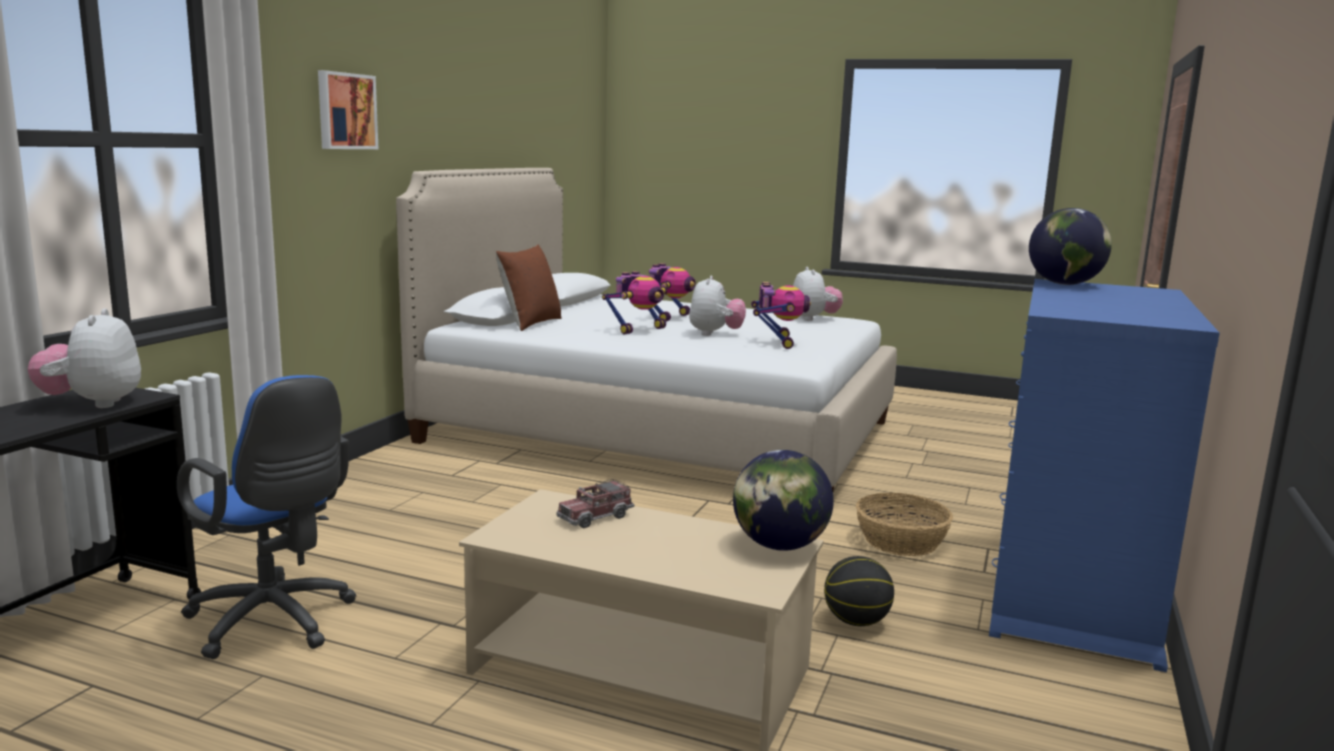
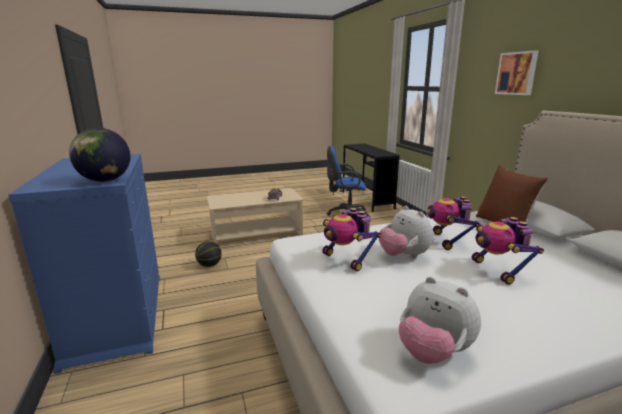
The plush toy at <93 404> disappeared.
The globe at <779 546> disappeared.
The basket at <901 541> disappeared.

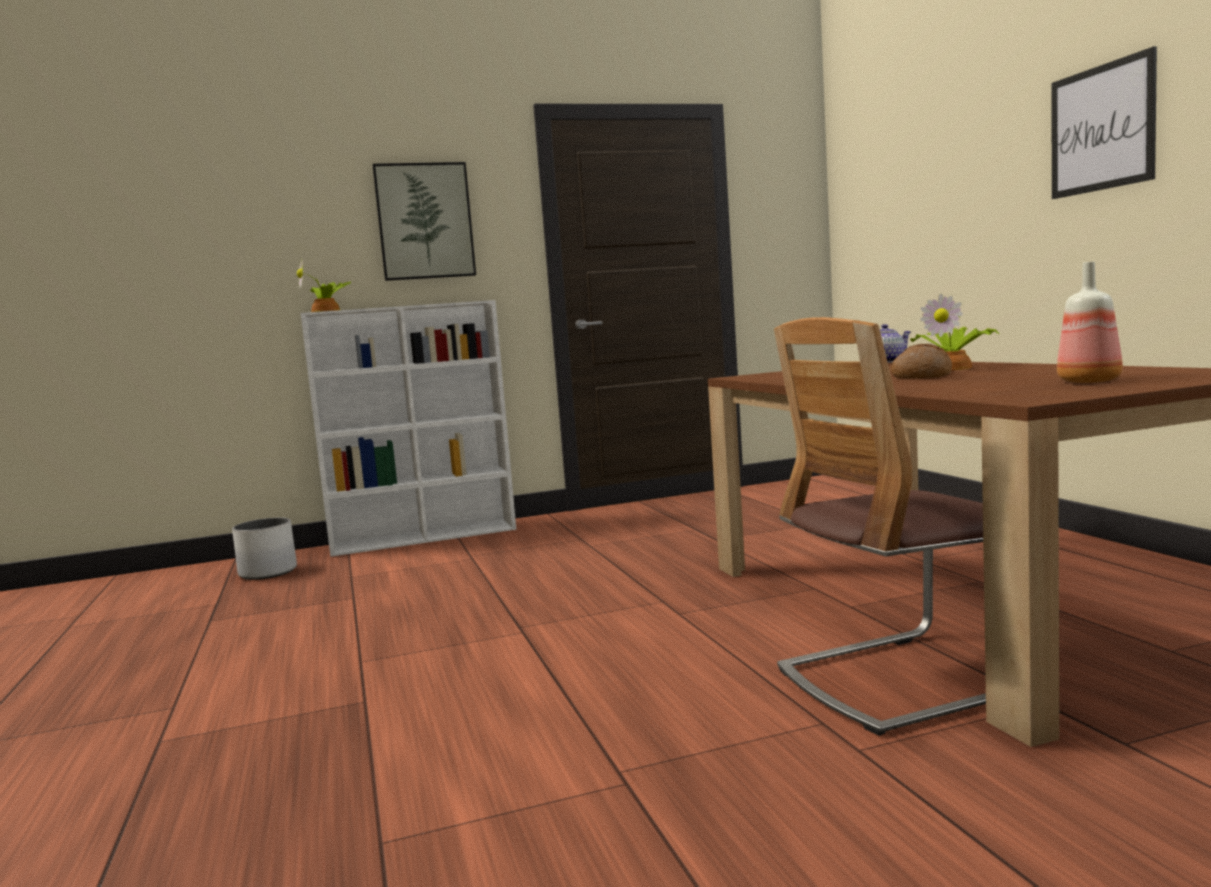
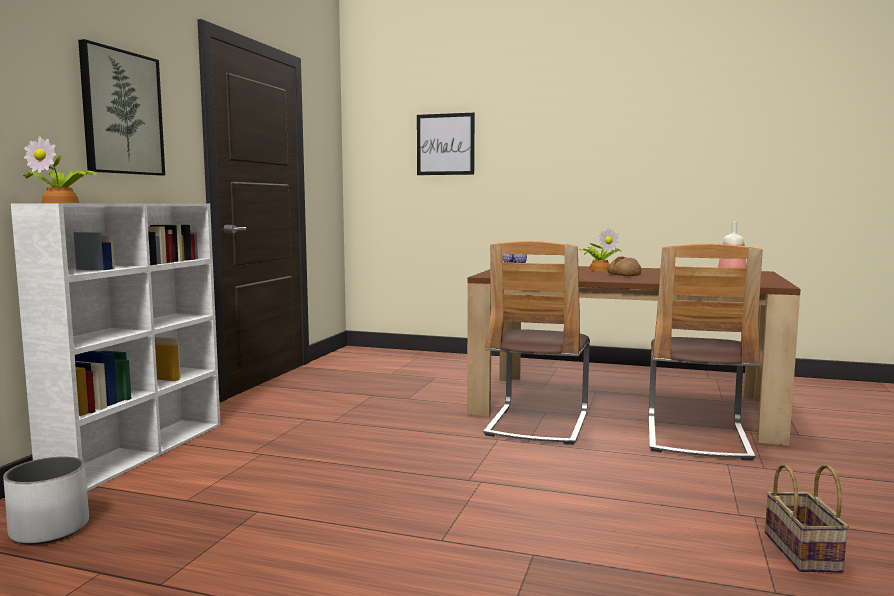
The chair at <537 424> appeared.
The basket at <804 553> appeared.
The picture moved from <1101 128> to <445 144>.

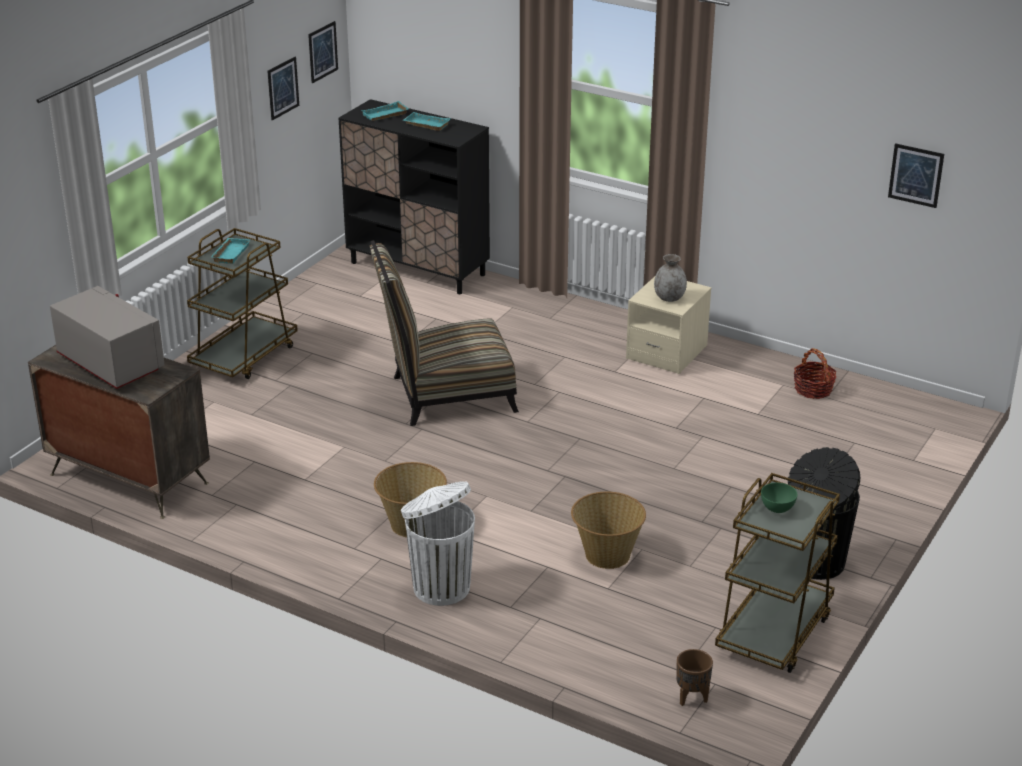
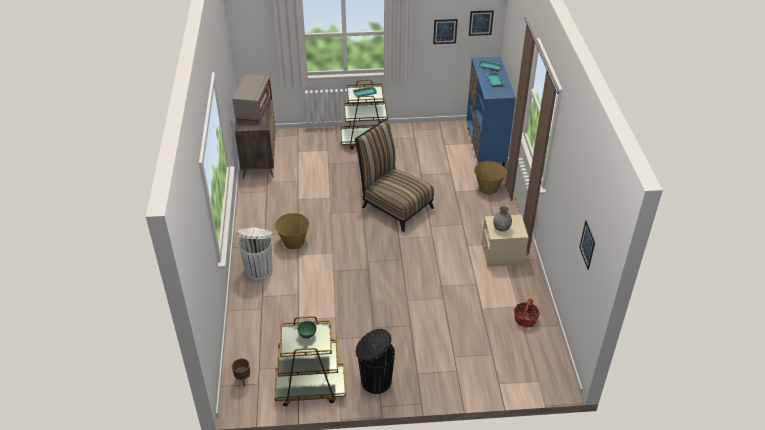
The basket moved from <606 555> to <488 188>.
The cabinet in black at <418 269> became the cabinet in blue at <485 148>.

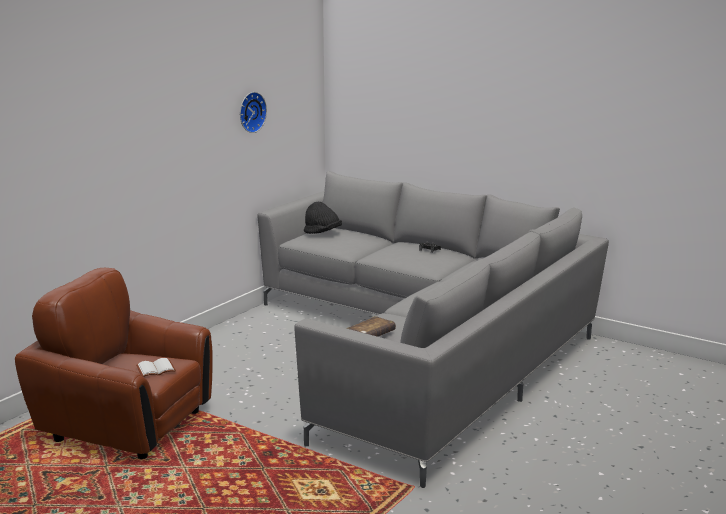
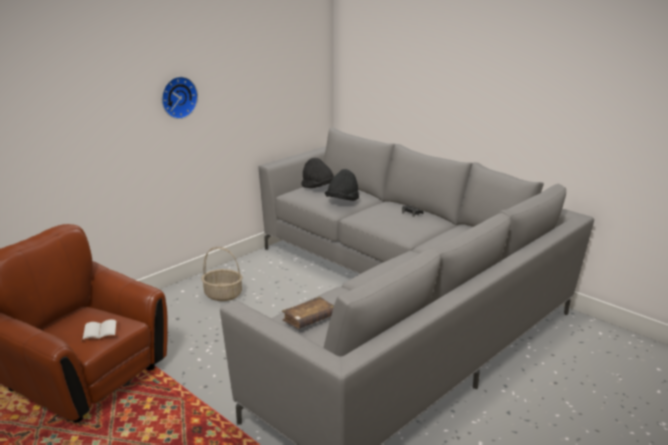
The basket at <223 295> appeared.
The hat in black at <342 201> appeared.
The wall clock moved from <250 112> to <178 97>.

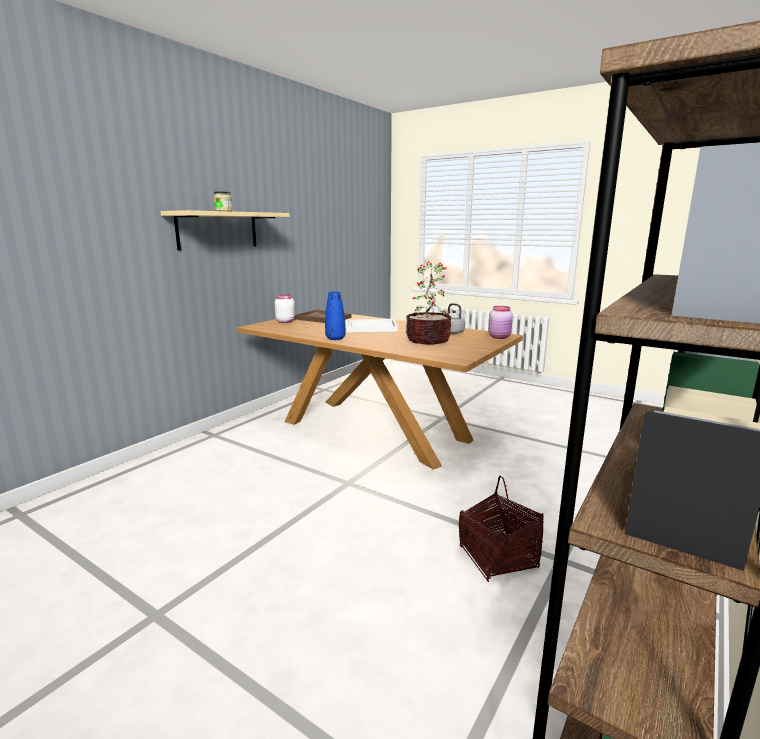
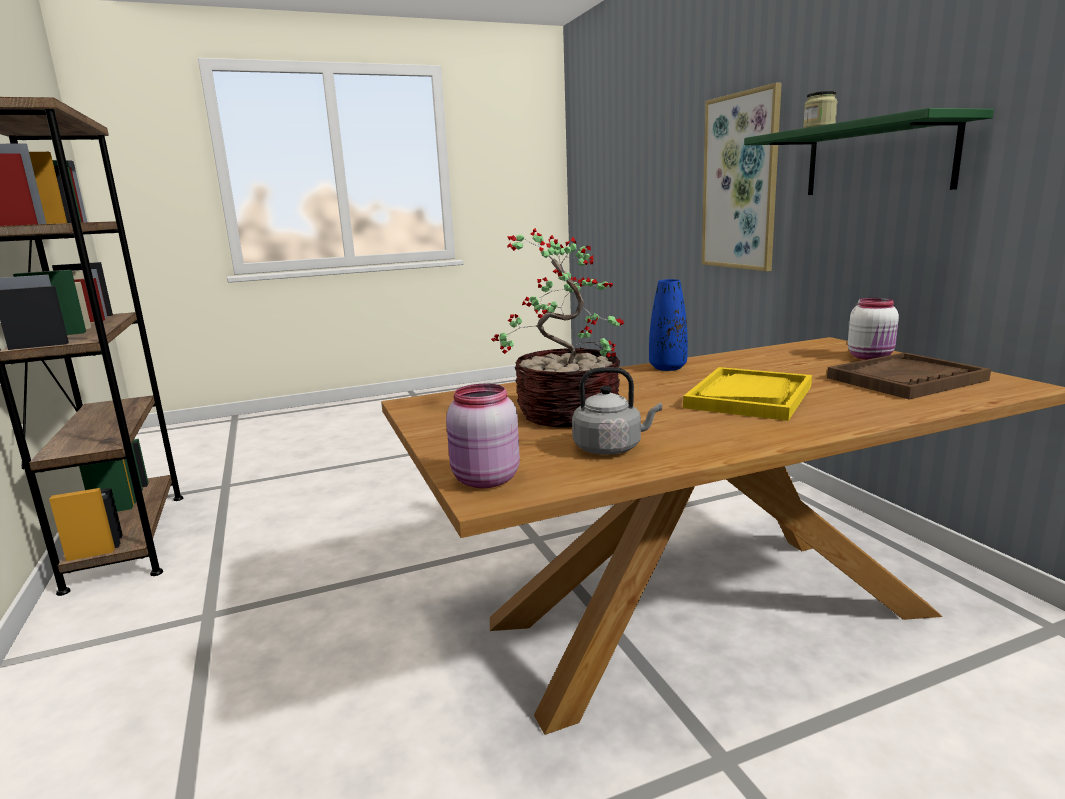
The basket at <498 557> disappeared.
The picture at <740 182> appeared.
The shelf in beige at <218 230> became the shelf in green at <877 159>.
The tray in white at <371 327> became the tray in yellow at <749 396>.

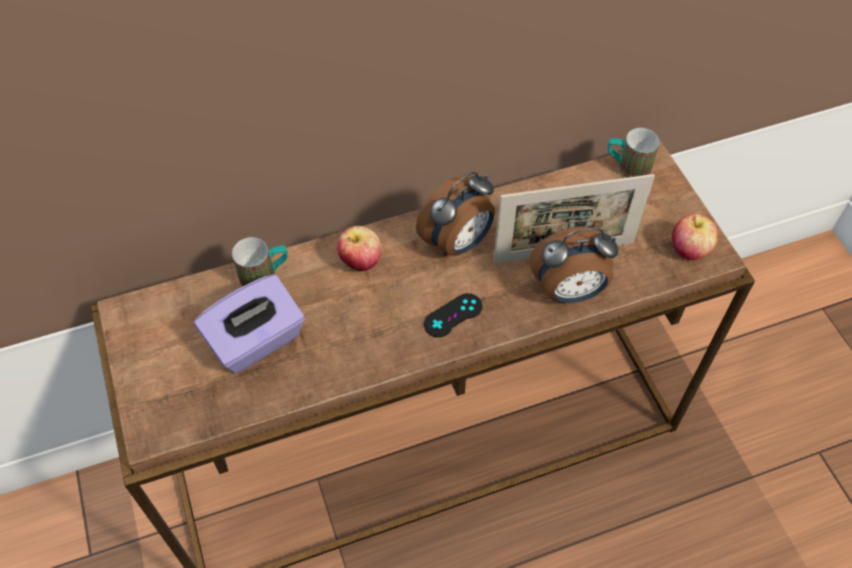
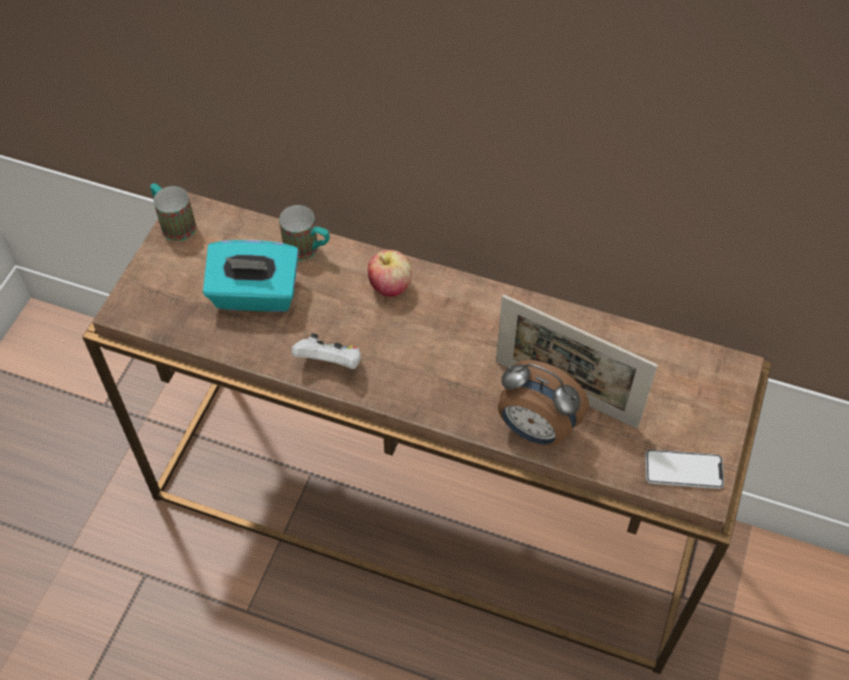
The alarm clock at <458 243> disappeared.
The game controller in black at <453 315> disappeared.
The game controller in white at <330 363> appeared.
The mug moved from <626 168> to <174 223>.
The apple at <689 250> was replaced by the phone at <683 470>.
The tissue box in purple at <257 341> became the tissue box in turquoise at <255 295>.

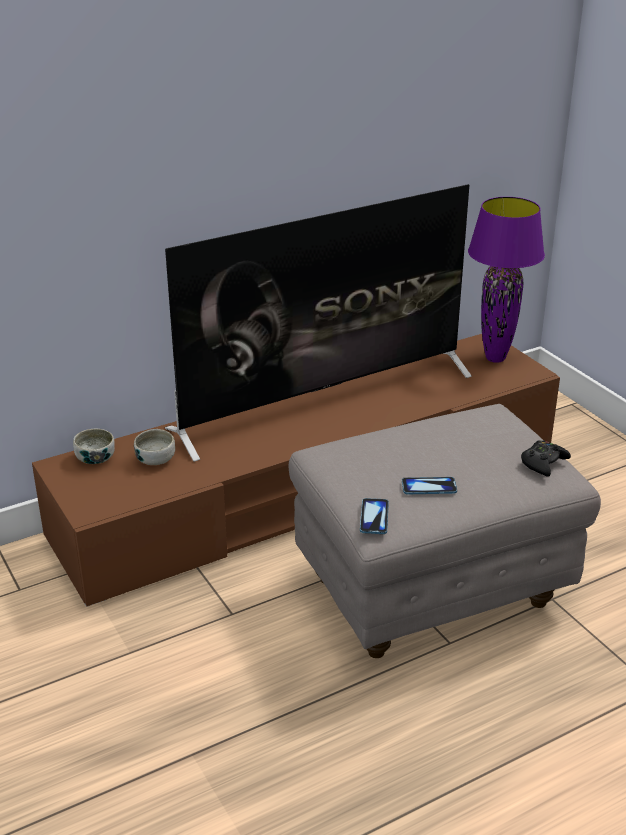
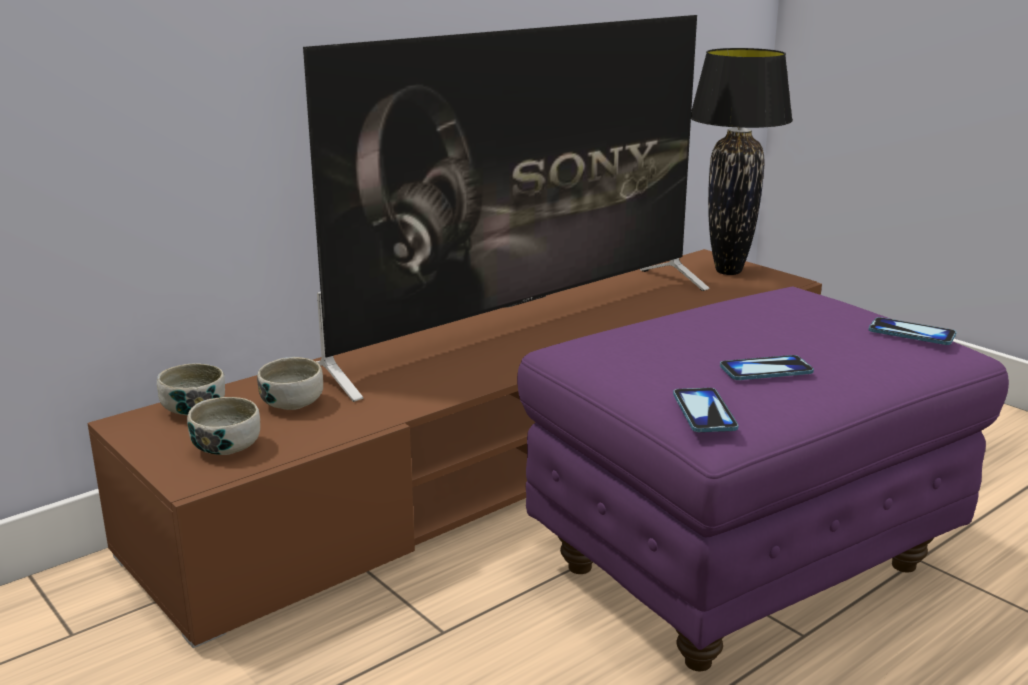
The bowl at <227 448> appeared.
The game controller in black at <543 463> was replaced by the phone at <911 333>.
The ottoman in grey at <432 591> became the ottoman in purple at <741 567>.
The table lamp in purple at <495 359> became the table lamp in black at <728 271>.

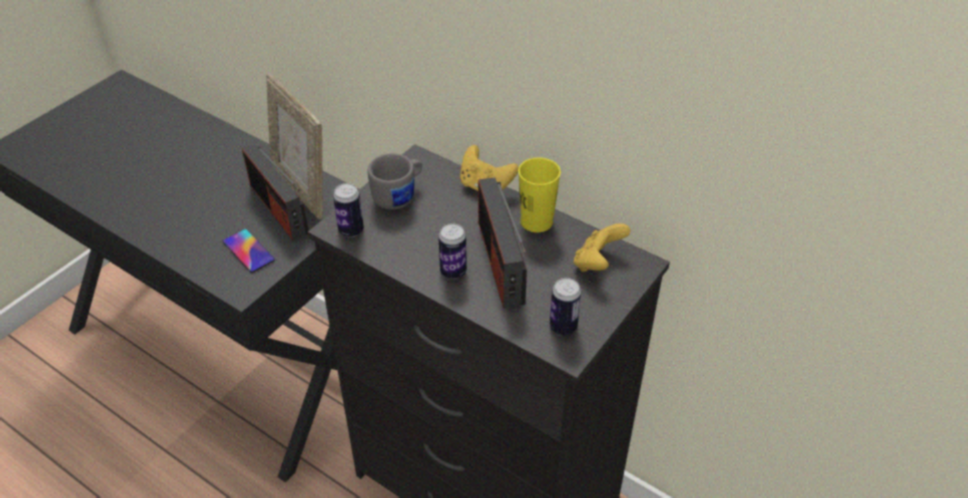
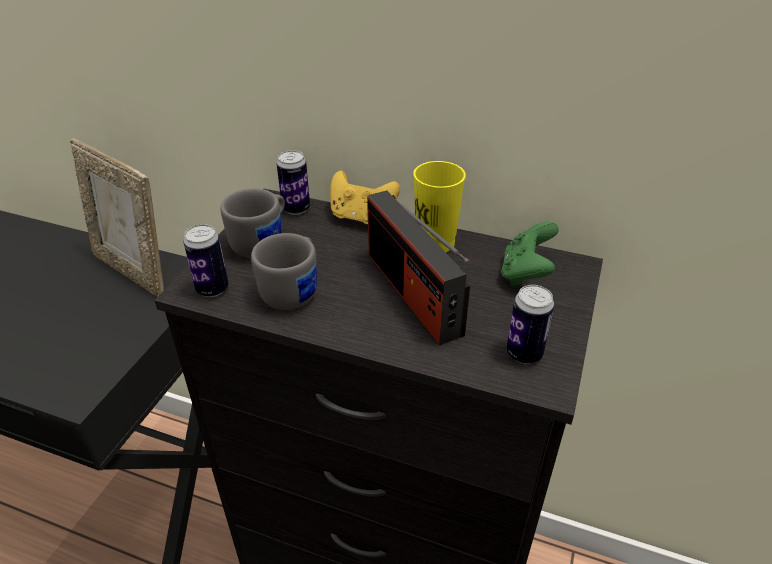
The phone at <248 251> disappeared.
The radio at <279 209> disappeared.
The mug in grey at <294 290> appeared.
The can moved from <453 272> to <296 209>.
The game controller in yellow at <597 263> became the game controller in green at <526 273>.

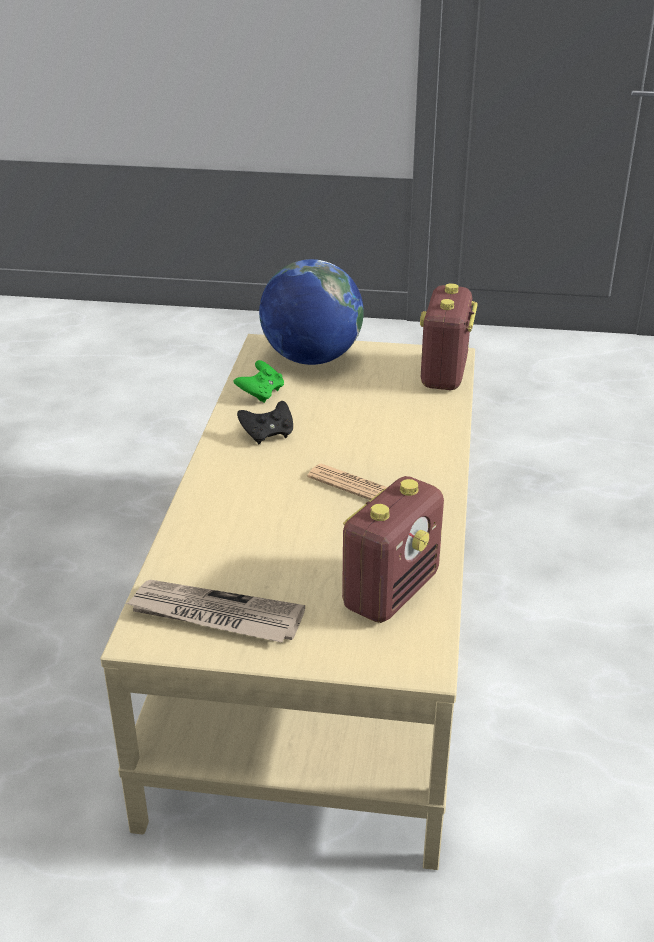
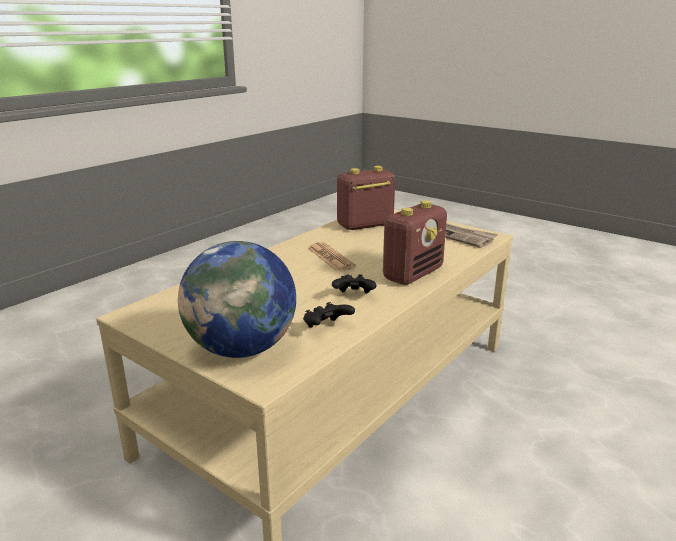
The radio moved from <444 374> to <413 274>.
The game controller in green at <261 394> became the game controller in black at <326 328>.

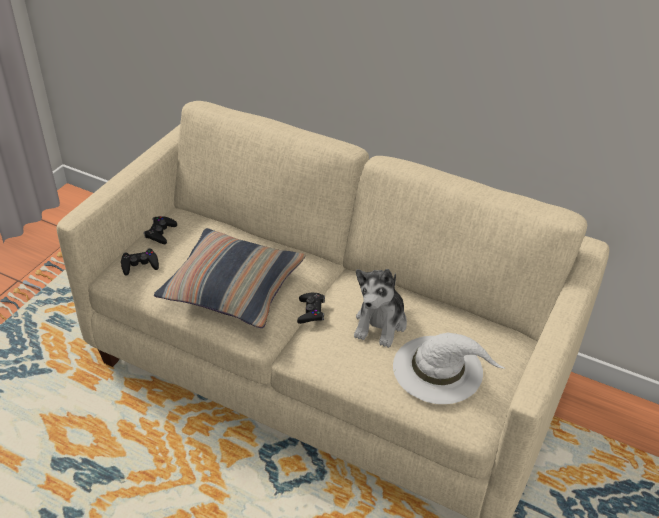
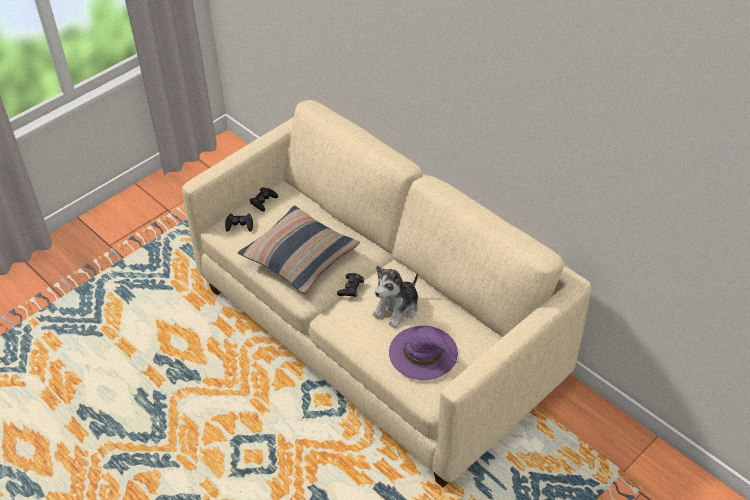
The hat in white at <439 369> became the hat in purple at <424 353>.

